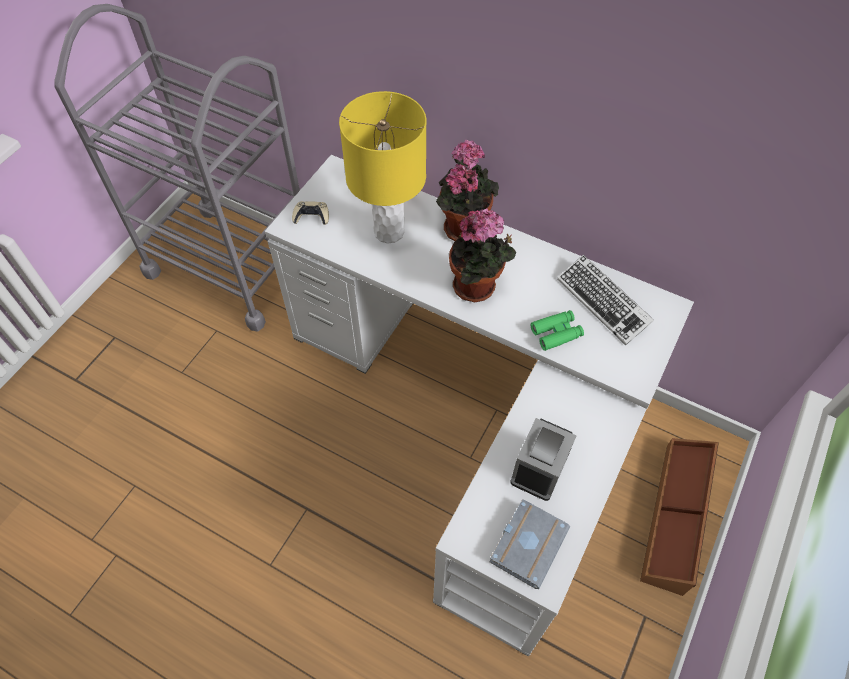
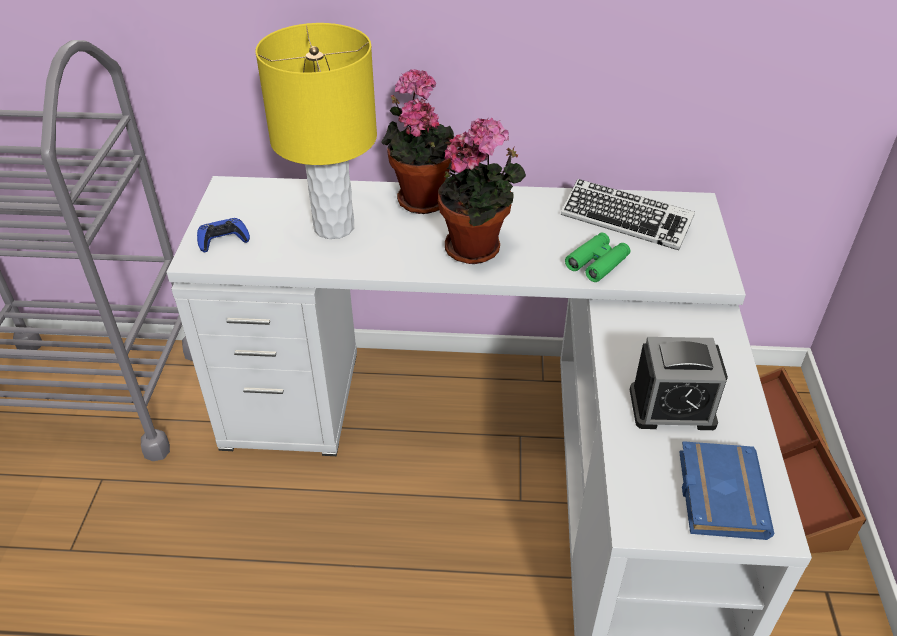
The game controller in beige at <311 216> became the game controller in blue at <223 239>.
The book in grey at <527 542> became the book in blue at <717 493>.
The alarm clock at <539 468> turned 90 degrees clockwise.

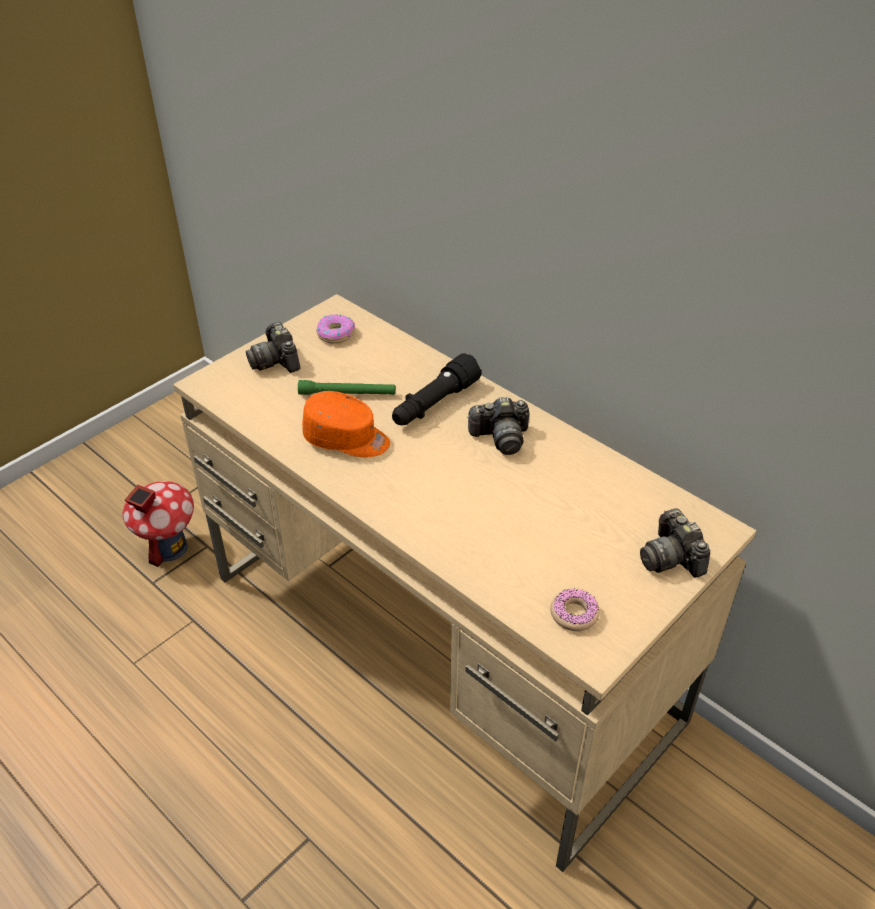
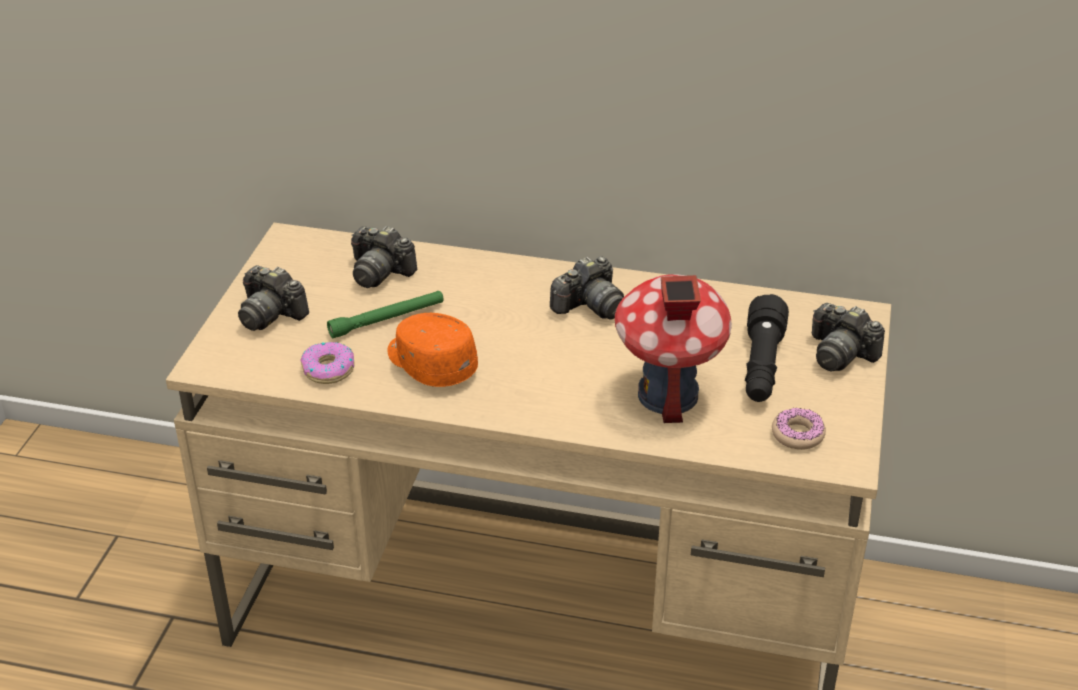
The photo camera at <380 272> appeared.
The toy house moved from <169 548> to <667 395>.
The donut moved from <335 334> to <328 369>.
The flashlight in black moved from <434 404> to <761 366>.
The cap in orange at <347 439> turned 120 degrees counterclockwise.

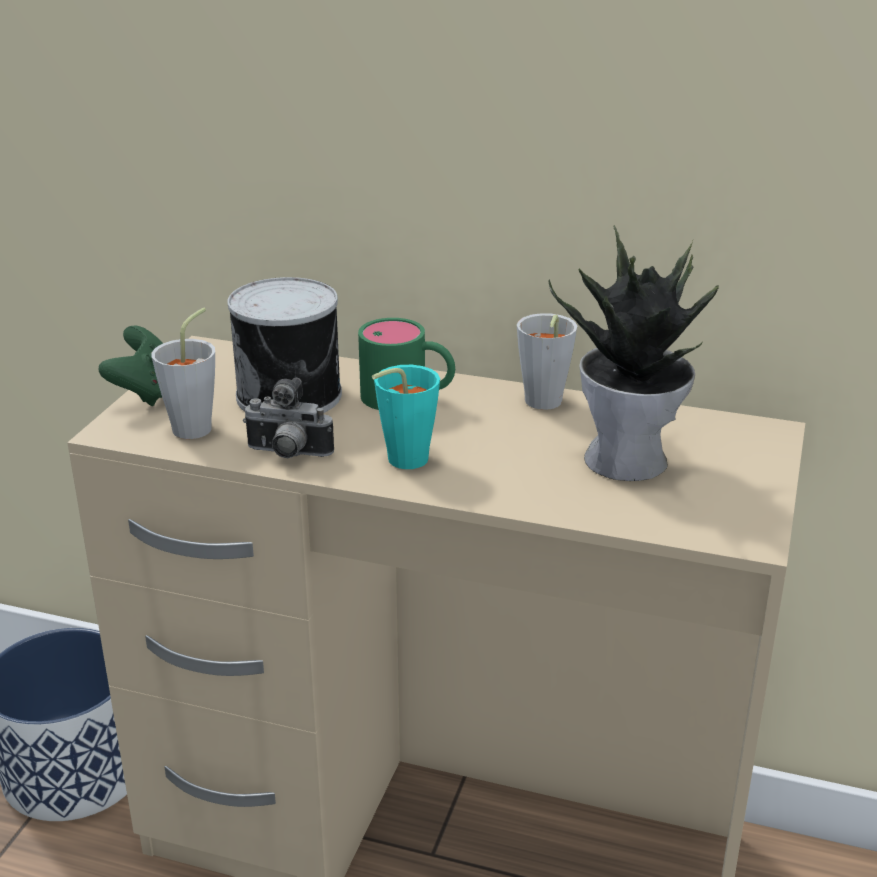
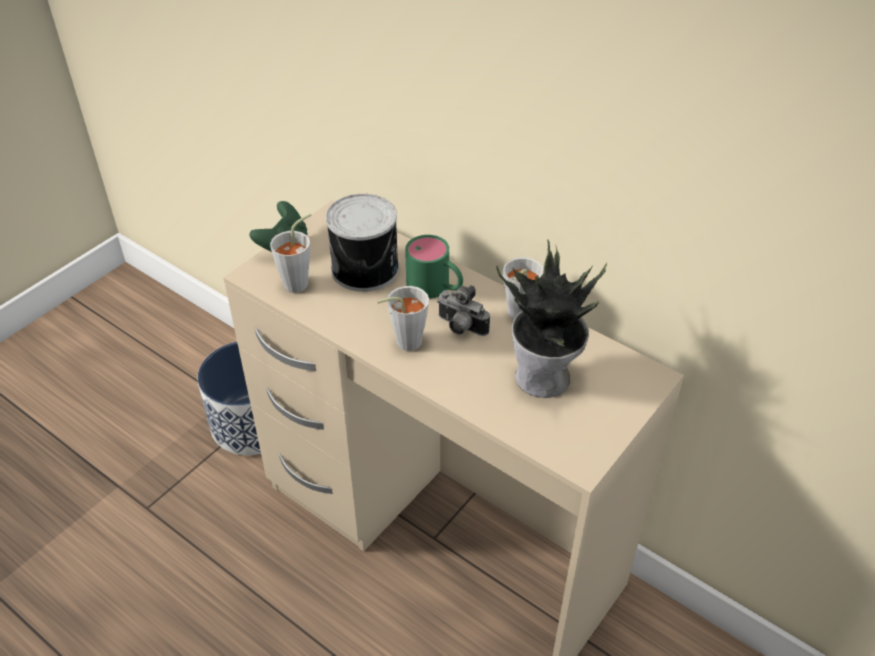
The photo camera moved from <287 455> to <460 328>.
The cup in turquoise at <400 462> became the cup in grey at <403 343>.

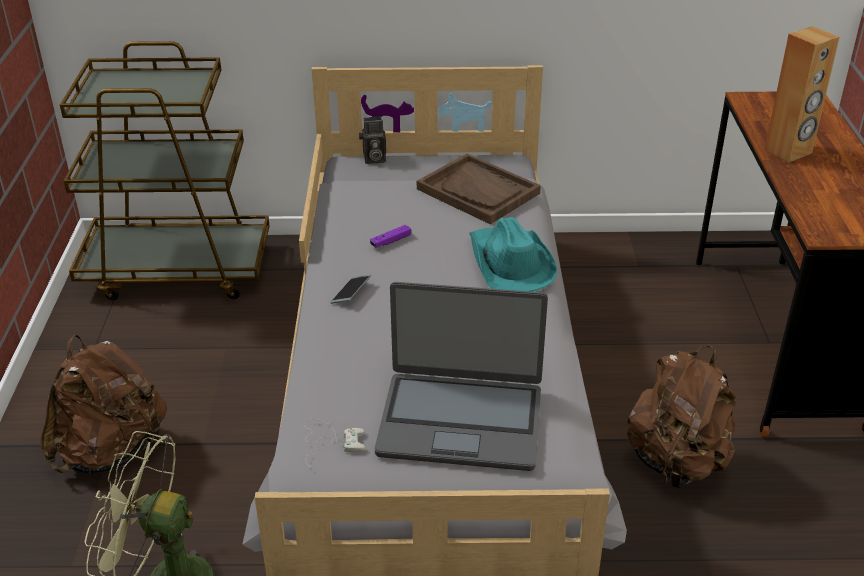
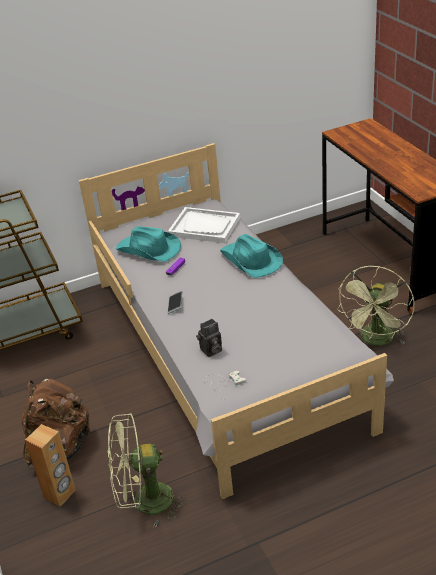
The laptop at <460 421> disappeared.
The hat in turquoise at <149 249> appeared.
The photo camera moved from <373 159> to <211 351>.
The speaker in brown moved from <788 151> to <60 494>.
The backpack in brown at <676 462> was replaced by the fan in green at <376 341>.
The tray in brown at <478 191> became the tray in white at <205 227>.

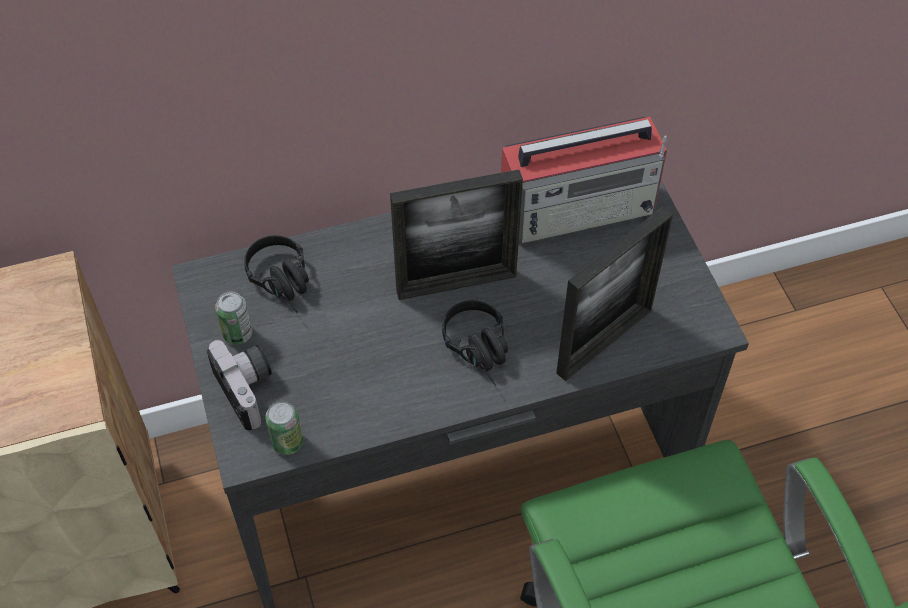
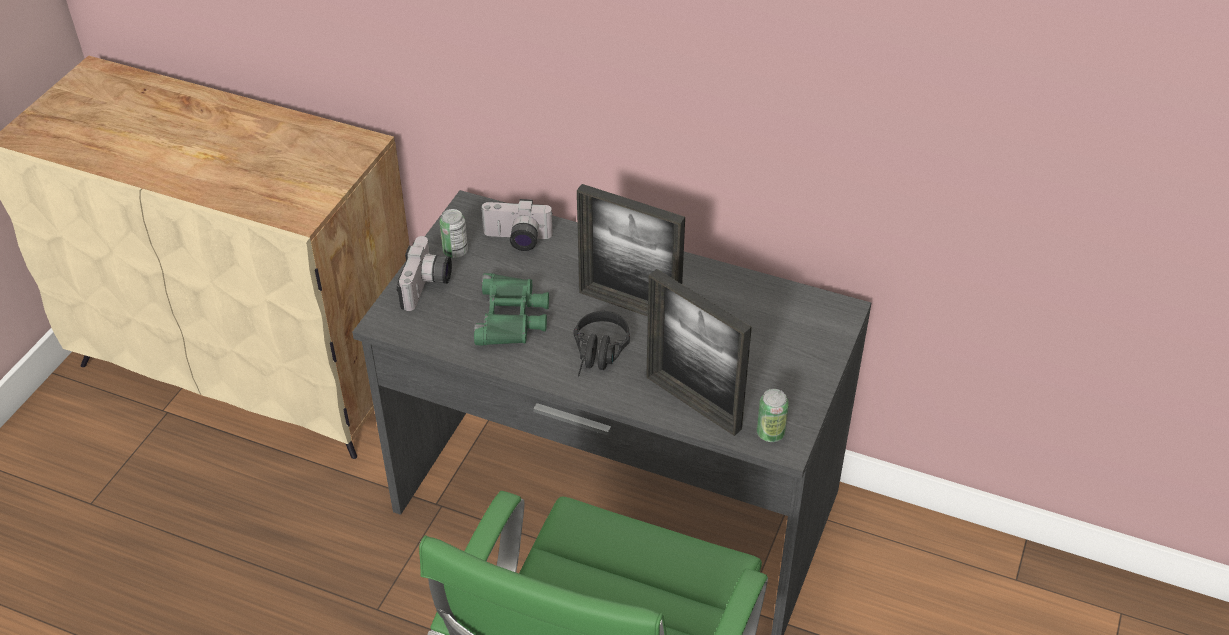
The radio at <580 209> disappeared.
The binoculars in green at <512 317> appeared.
The can moved from <287 442> to <770 433>.
The headphones in black at <285 283> was replaced by the photo camera at <517 240>.
The picture frame at <604 341> turned 45 degrees clockwise.

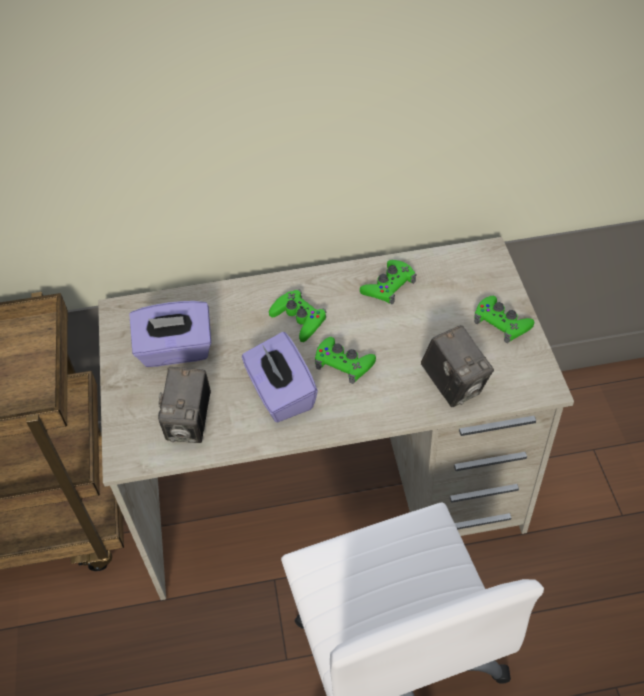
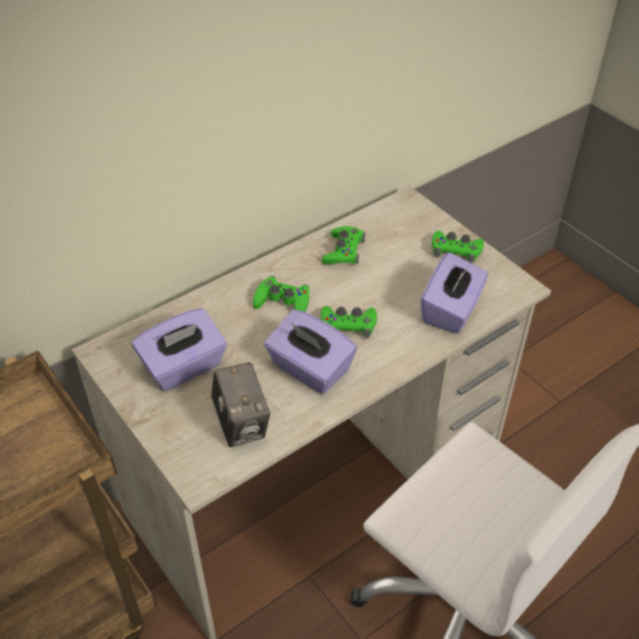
The photo camera at <454 385> was replaced by the tissue box in purple at <451 310>.

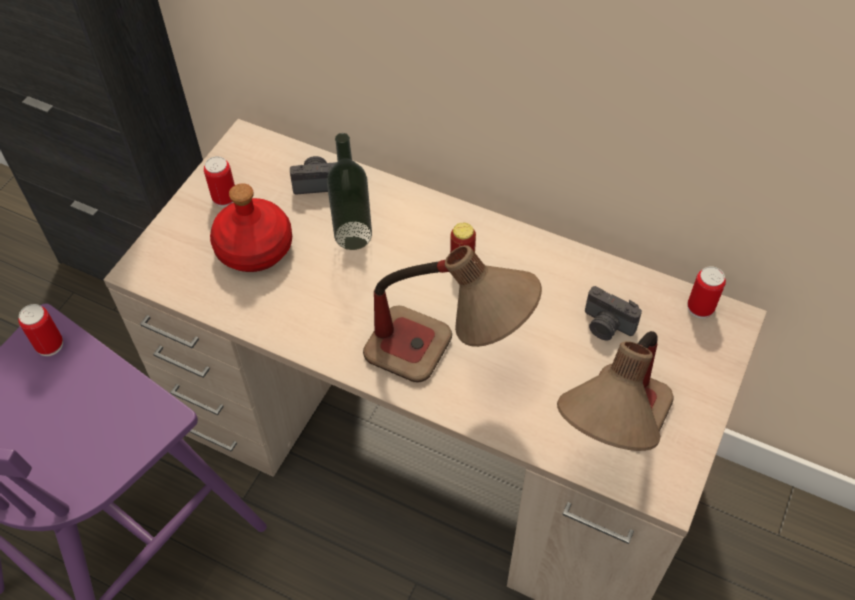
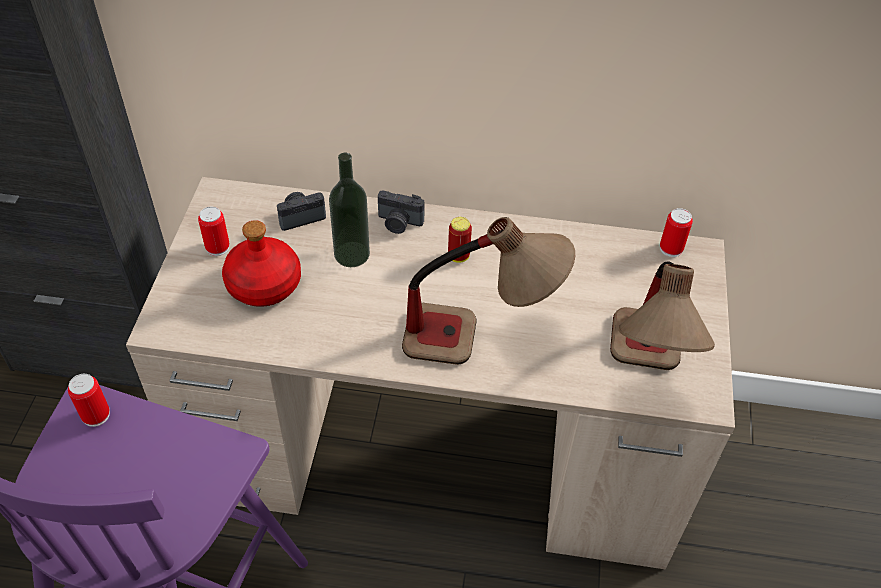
The photo camera moved from <606 326> to <399 223>.

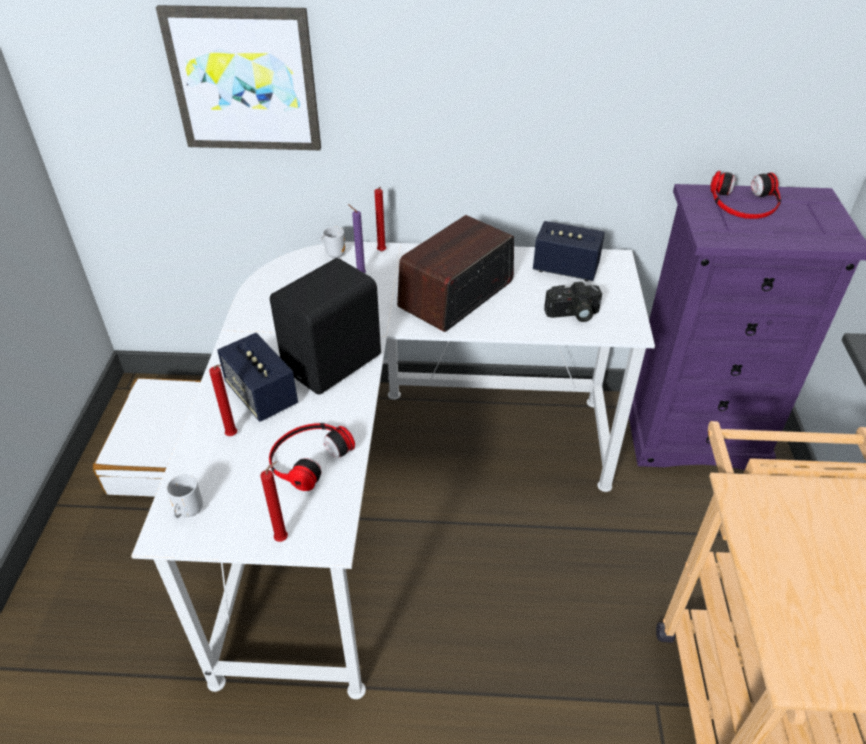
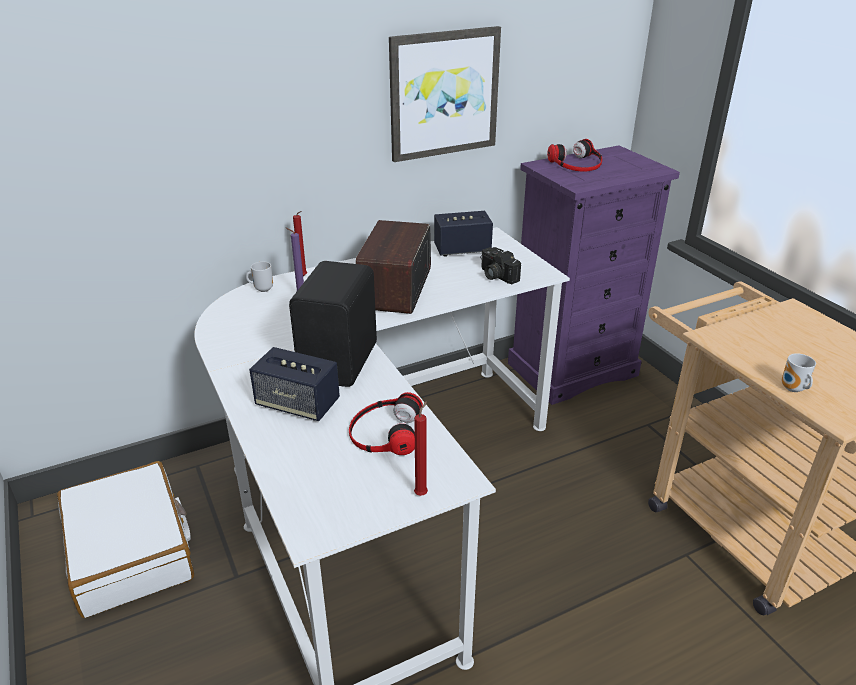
The candle in red at <233 436> disappeared.
The picture moved from <244 79> to <443 94>.
The mug moved from <187 511> to <792 389>.
The photo camera at <573 314> turned 90 degrees clockwise.

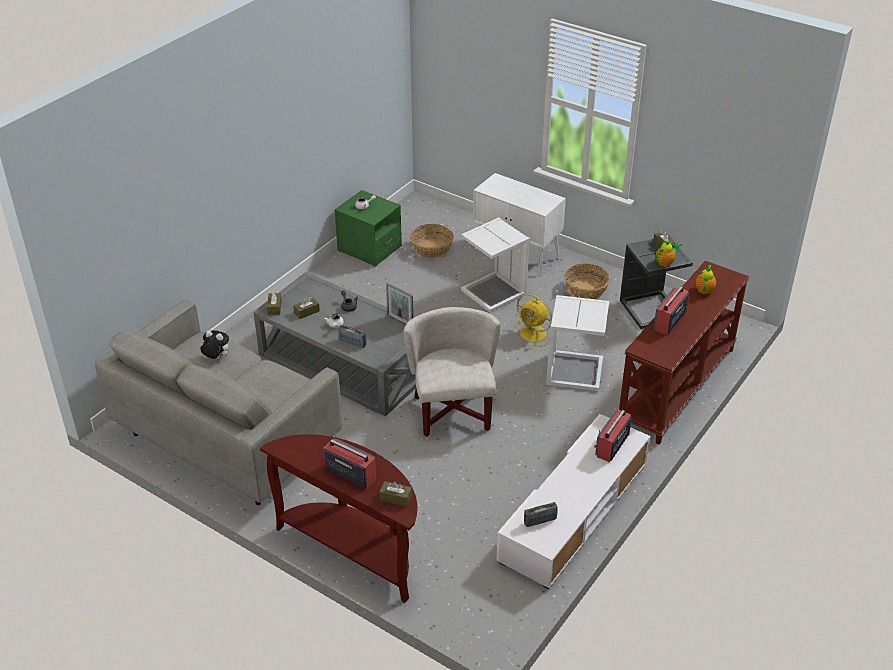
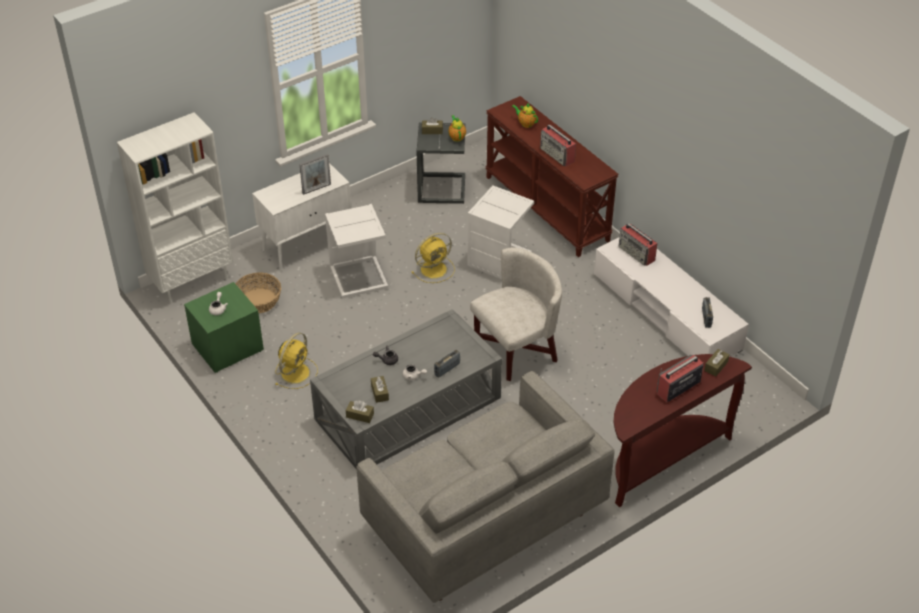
The plush toy at <216 358> disappeared.
The basket at <585 290> disappeared.
The bookcase in white at <192 281> appeared.
The fan in yellow at <296 372> appeared.
The picture frame moved from <400 321> to <316 189>.
The armchair in white at <453 412> turned 135 degrees clockwise.

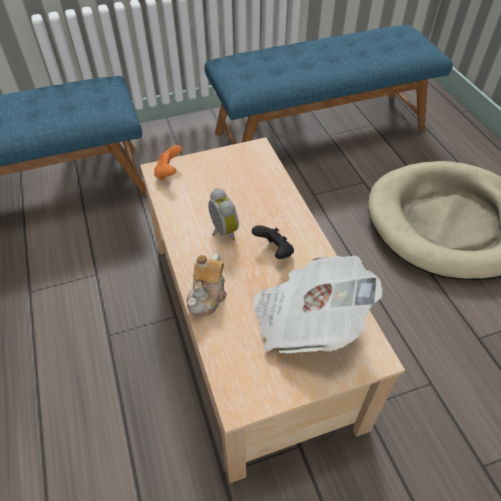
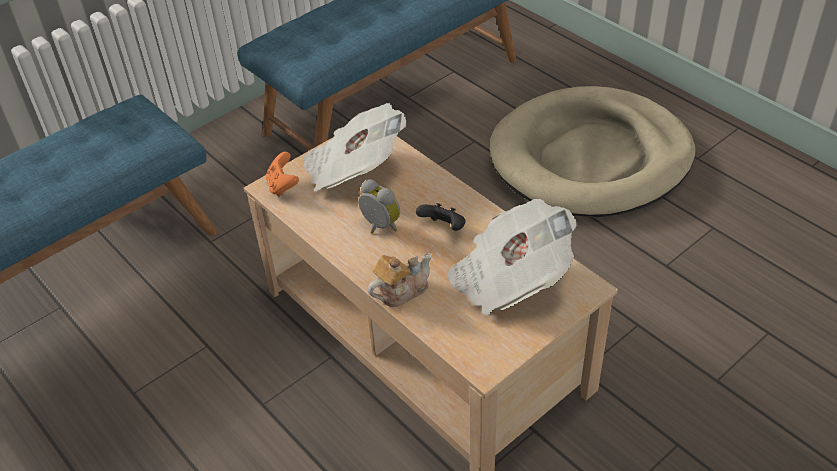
The newspaper at <353 169> appeared.
The teapot at <208 296> turned 120 degrees counterclockwise.

